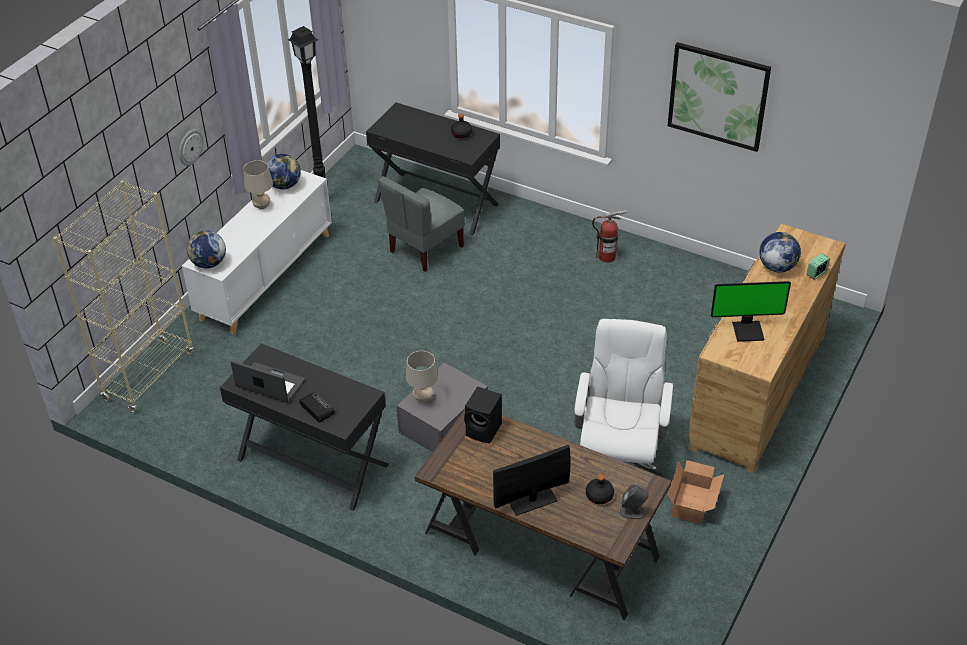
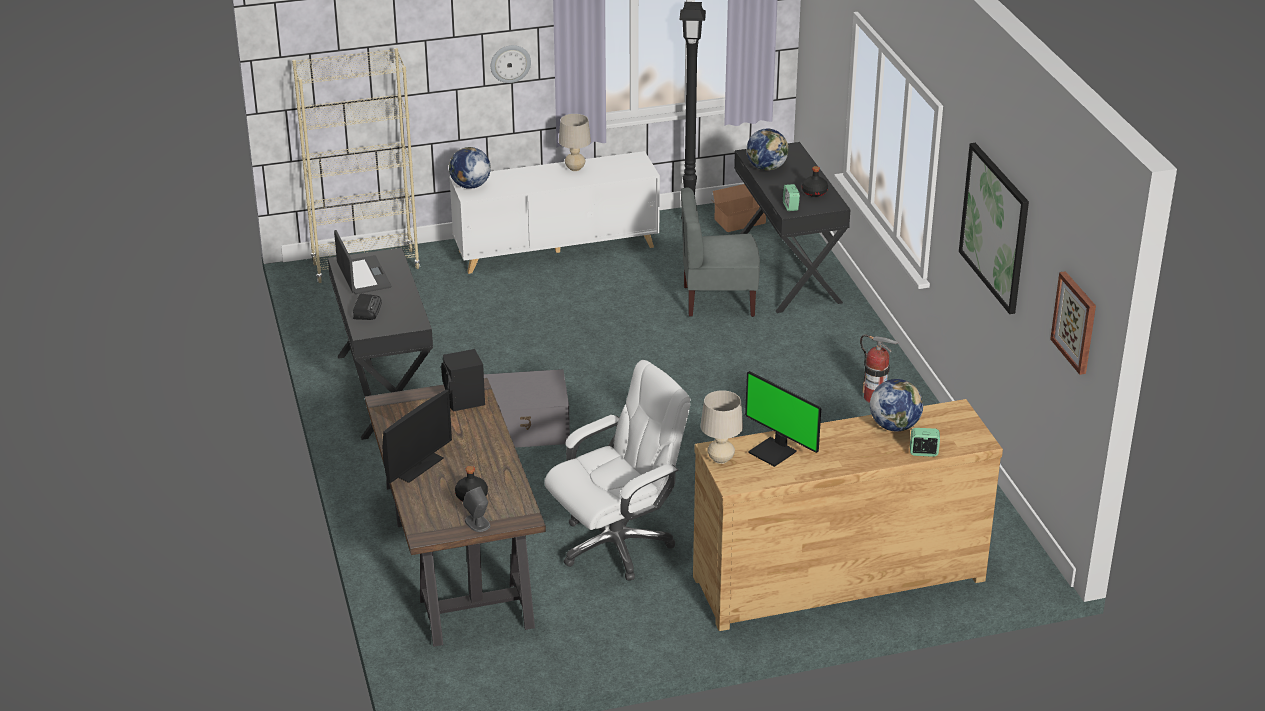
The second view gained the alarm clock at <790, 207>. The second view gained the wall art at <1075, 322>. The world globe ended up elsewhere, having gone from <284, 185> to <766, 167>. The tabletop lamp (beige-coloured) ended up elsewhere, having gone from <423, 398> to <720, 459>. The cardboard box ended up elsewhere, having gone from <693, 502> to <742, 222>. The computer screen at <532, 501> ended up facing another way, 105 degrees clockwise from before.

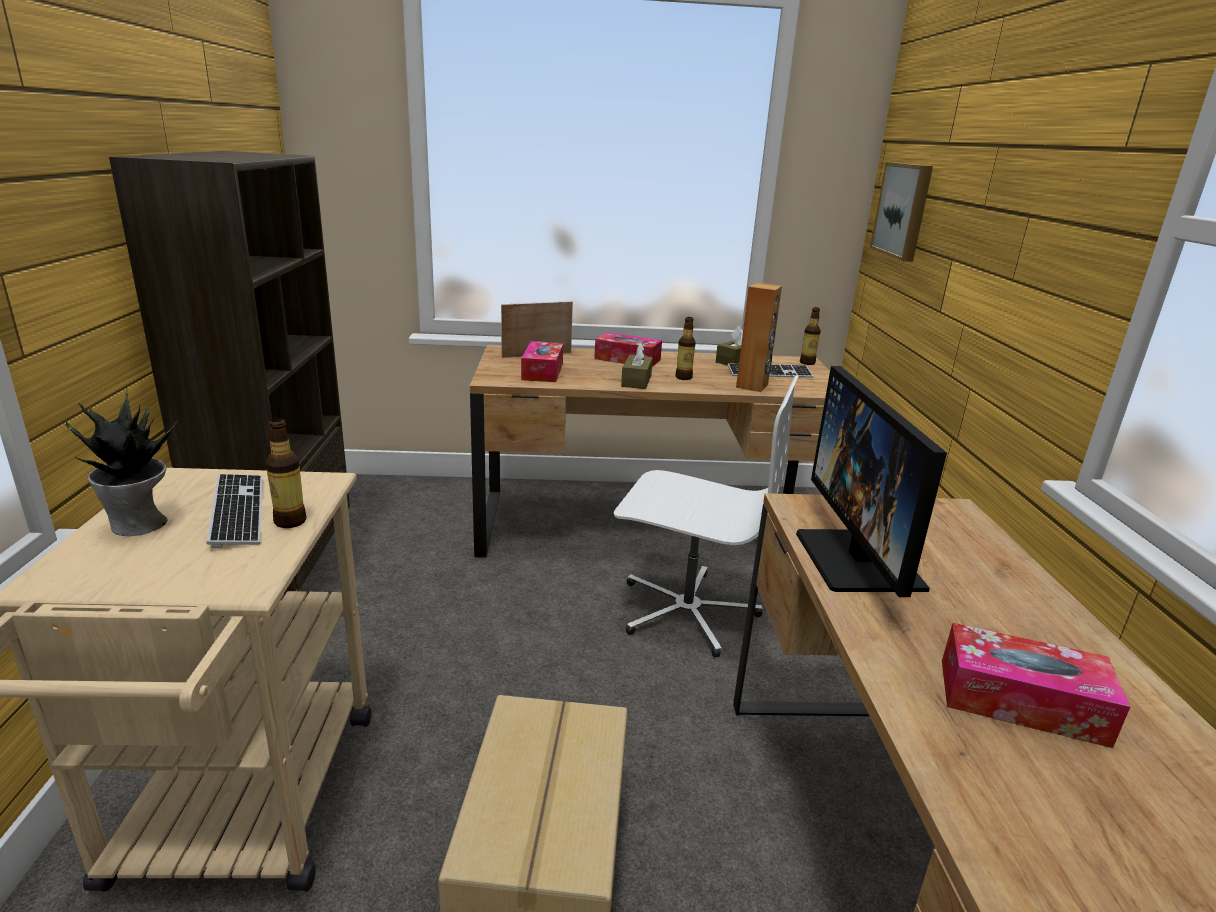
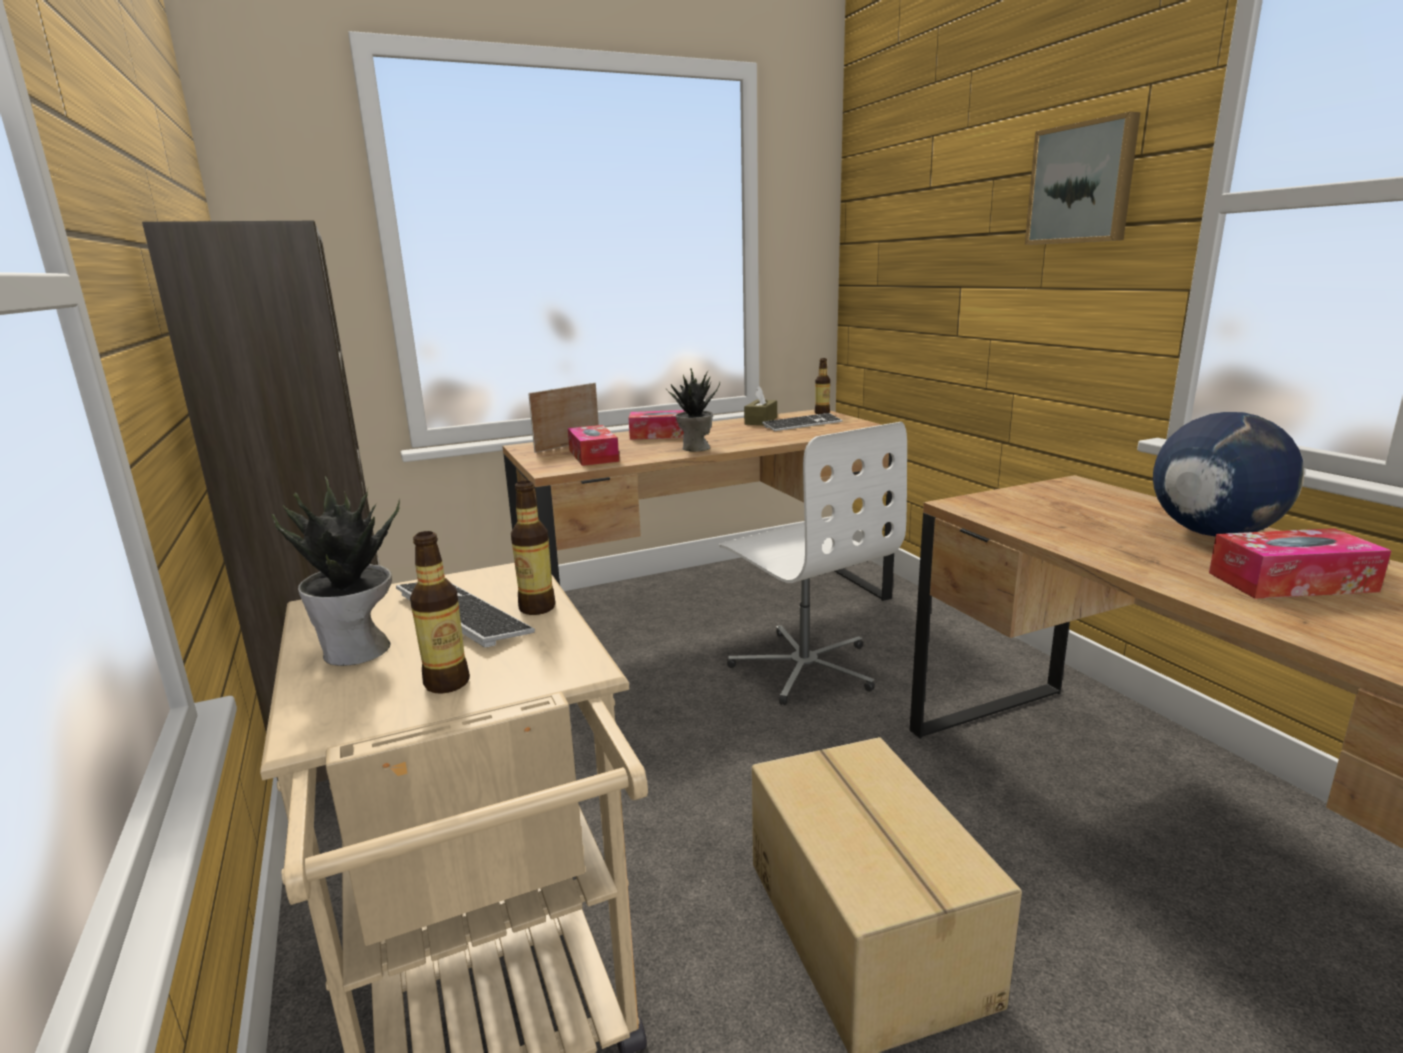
The second view lost the speaker (brownish) at <752, 386>. The second view lost the computer screen at <859, 561>. The second view gained the world globe at <1213, 533>. The drink bottle ended up elsewhere, having gone from <683, 377> to <447, 683>. The wall art ended up elsewhere, having gone from <904, 210> to <1082, 183>. Where the tissue box (brownish) stood at <636, 381>, the potted plant came to stand at <695, 448>. The office chair (white-coloured) at <686, 610> ended up facing another way, 60 degrees clockwise from before.

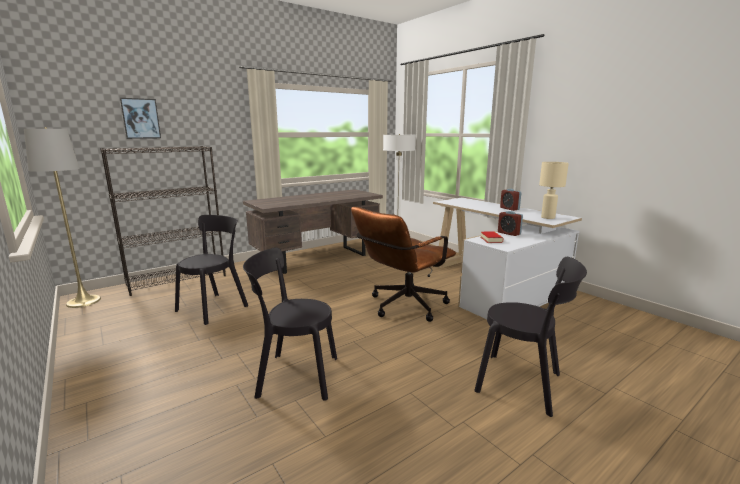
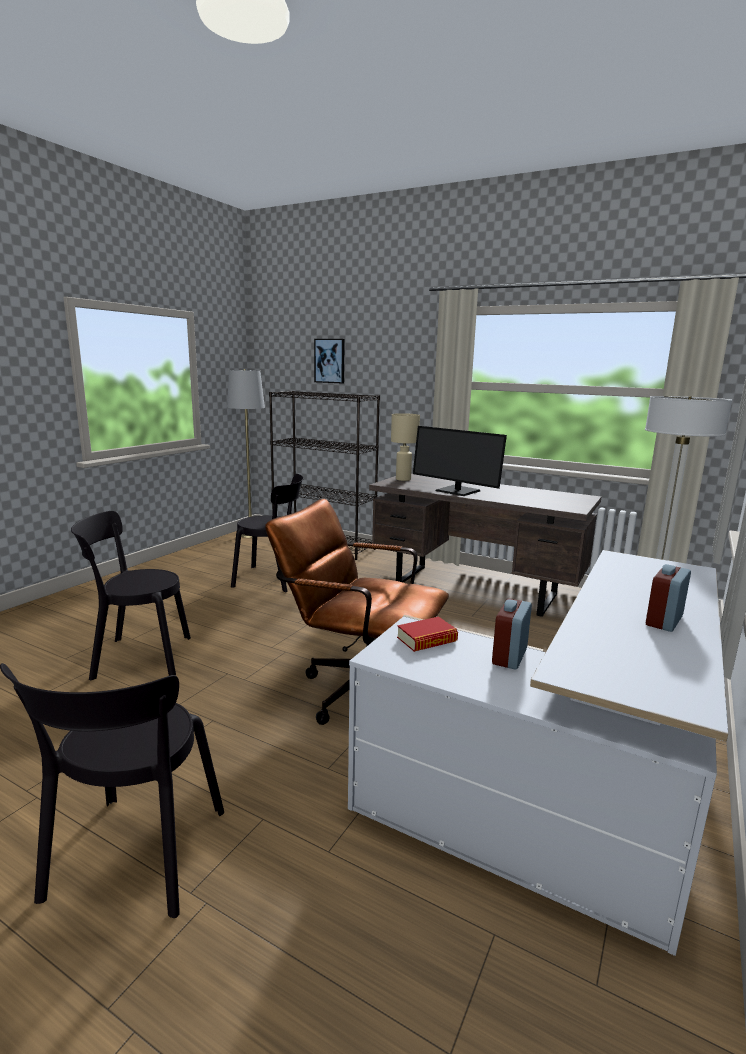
The second view gained the computer screen at <457, 491>. The tabletop lamp (beige-coloured) ended up elsewhere, having gone from <548, 217> to <403, 479>. The plain chair (blackish) at <294, 376> ended up facing another way, 75 degrees counterclockwise from before.

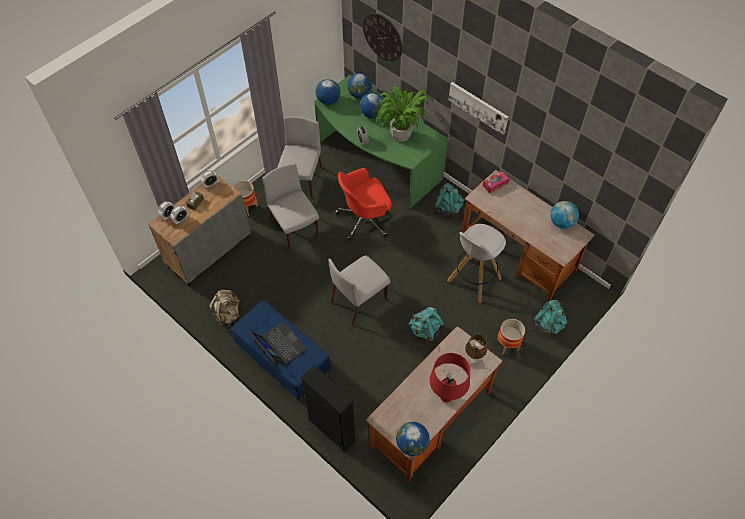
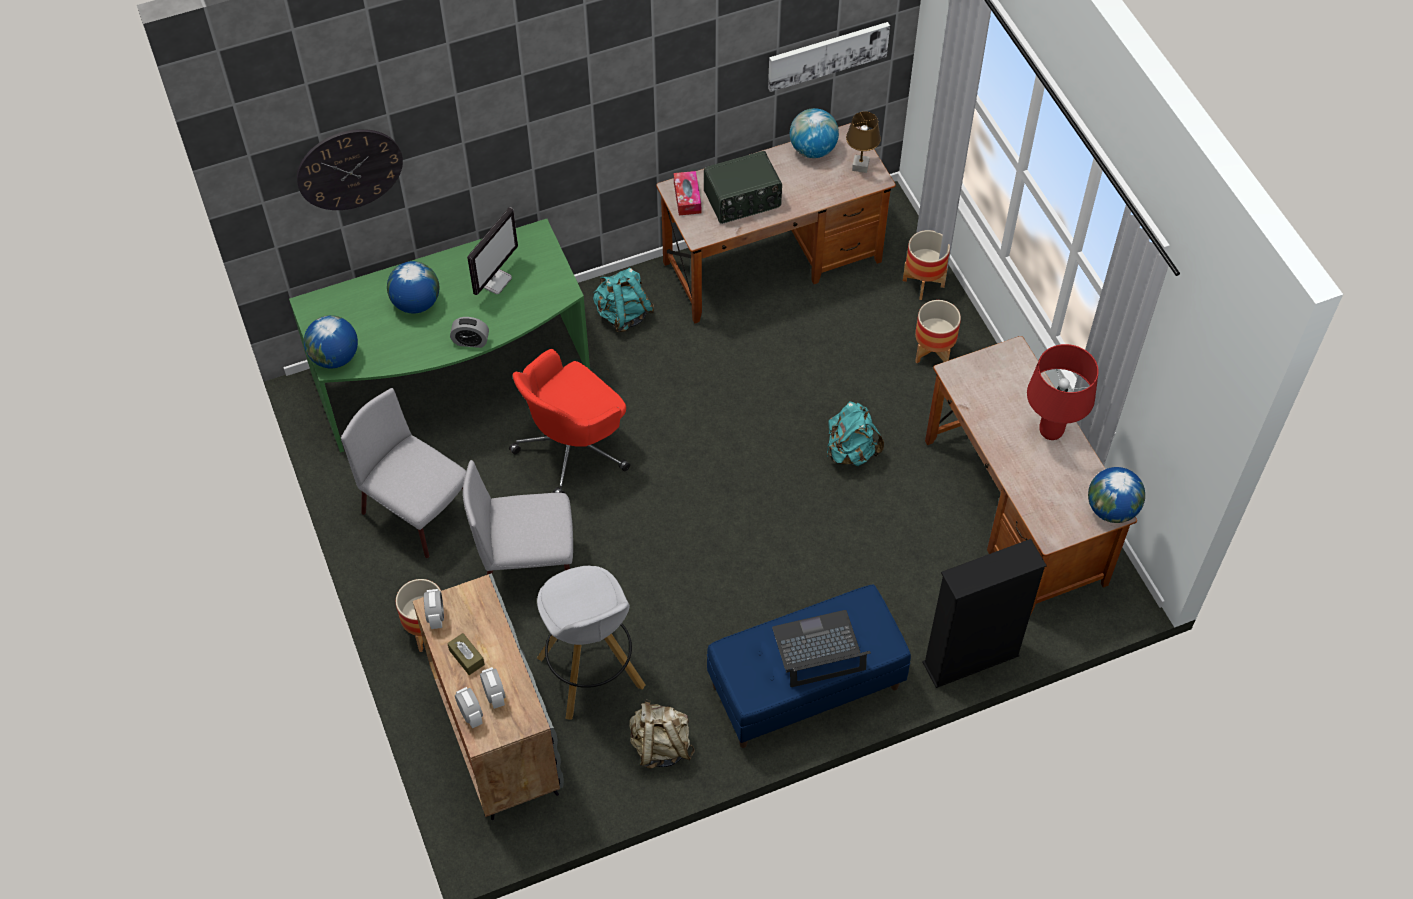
The second view lost the plain chair (greyish) at <359, 300>. The second view lost the world globe at <359, 94>. The second view gained the radio receiver at <742, 200>. The stool seat (white-coloured) ended up elsewhere, having gone from <473, 280> to <592, 674>. The wall art ended up elsewhere, having gone from <478, 107> to <827, 55>. The tabletop lamp (brownish) ended up elsewhere, having gone from <472, 360> to <860, 167>. Where the potted plant stood at <401, 134>, the computer screen came to stand at <494, 280>. Where the knapsack (turquoise-coloured) stood at <548, 324>, the plant pot came to stand at <923, 283>. The office chair (red) at <365, 219> ended up facing another way, 45 degrees clockwise from before.

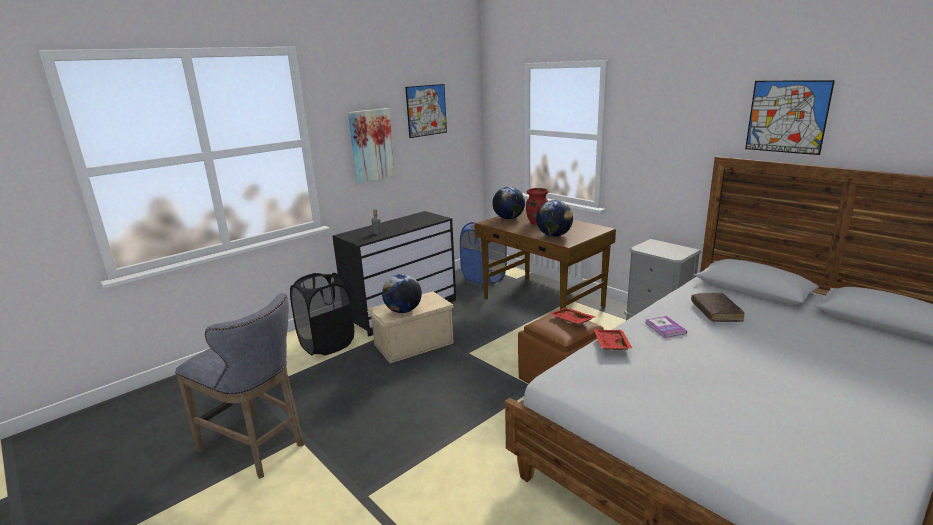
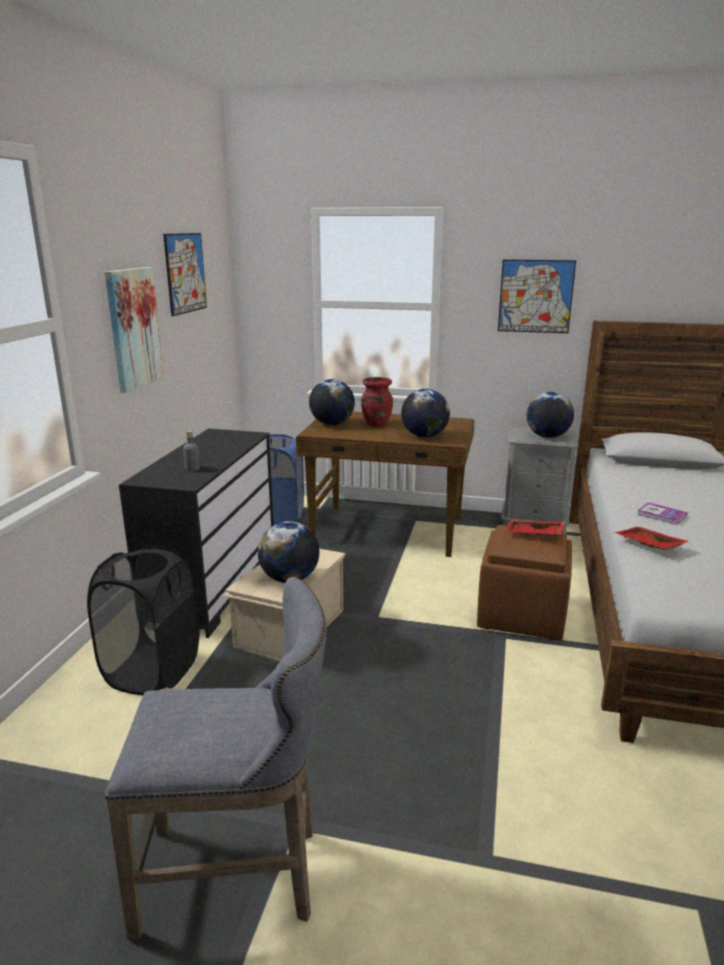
The second view lost the bound book (brownish) at <716, 312>. The second view gained the world globe at <547, 436>. The wall art ended up elsewhere, having gone from <787, 116> to <535, 296>.

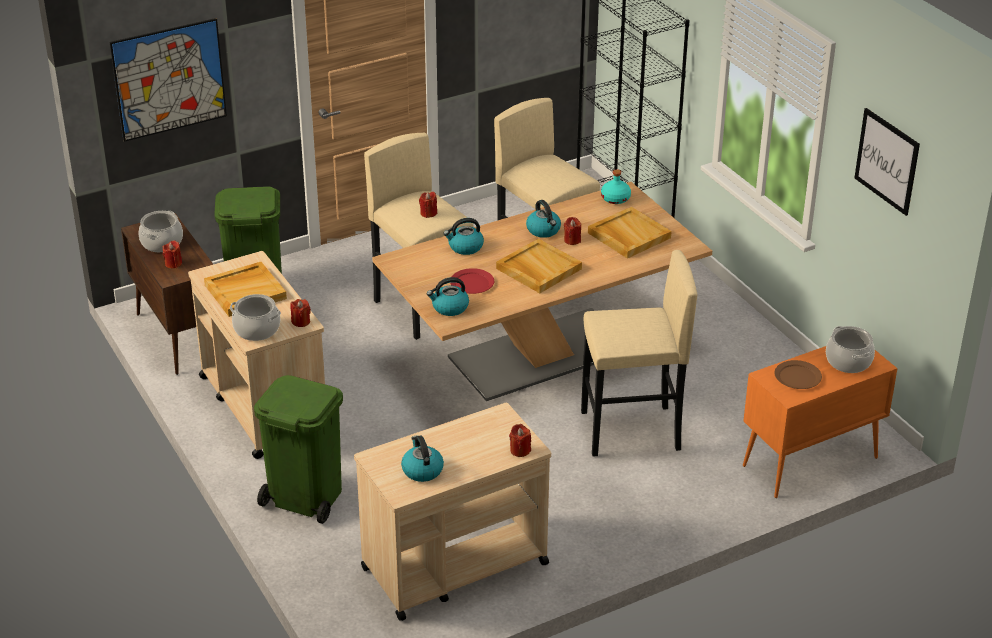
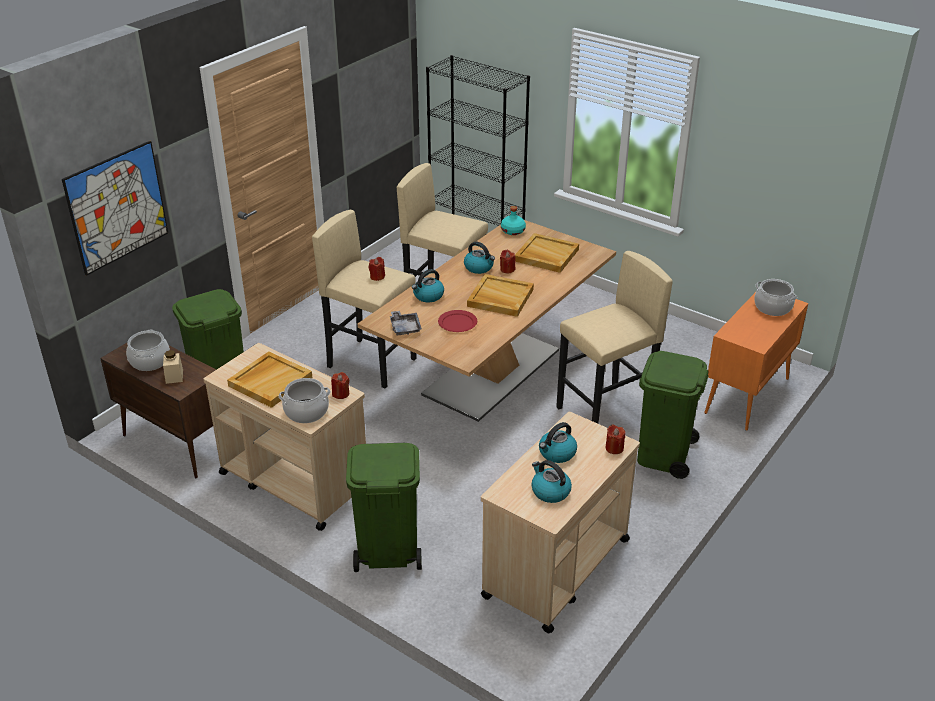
The second view lost the plate (brownish) at <798, 377>. The second view lost the wall art at <887, 161>. The second view gained the carrying tray (greyish) at <405, 327>. The second view gained the rubbish bin (green) at <663, 455>. The tea kettle ended up elsewhere, having gone from <449, 308> to <557, 453>. Where the wax candle (red) stood at <173, 263>, the storage jar (beige-coloured) came to stand at <174, 376>.

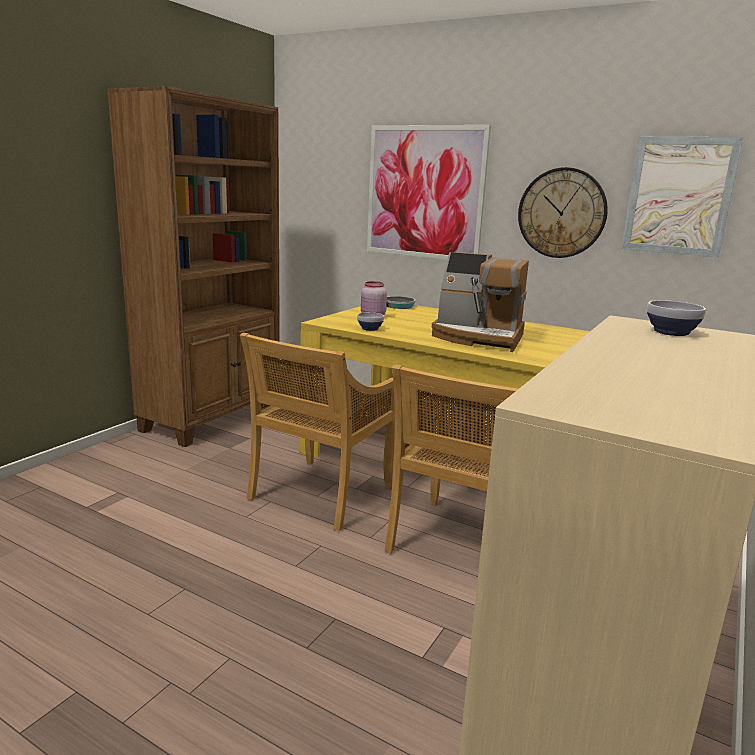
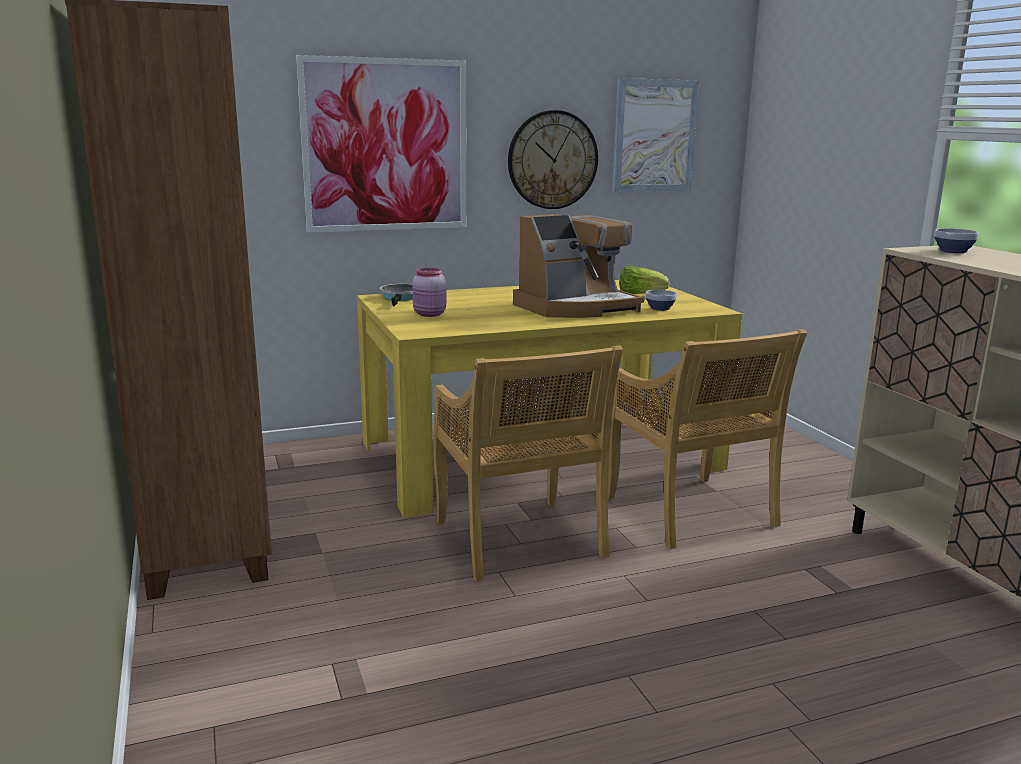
The second view gained the lettuce head at <640, 295>. The deep dish ended up elsewhere, having gone from <370, 329> to <660, 308>.

